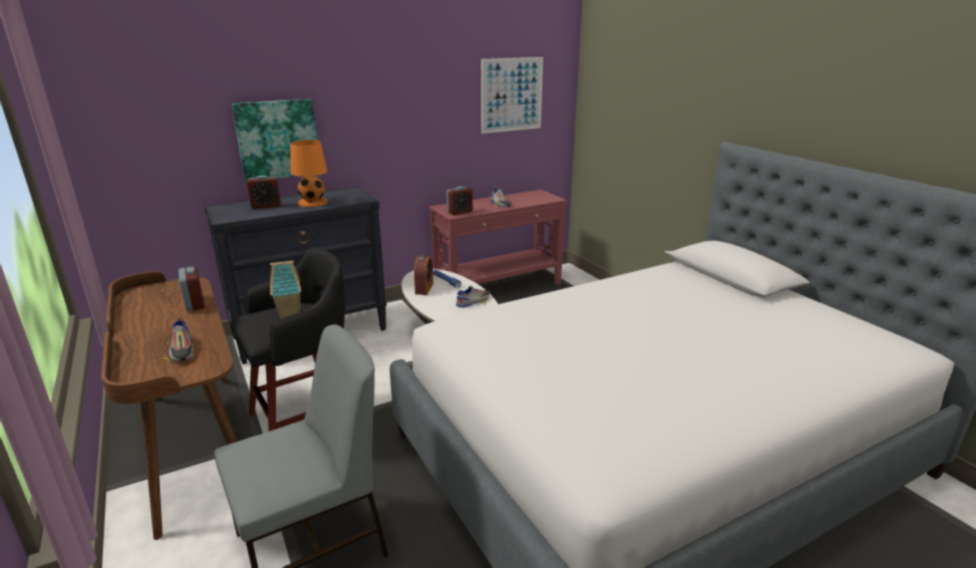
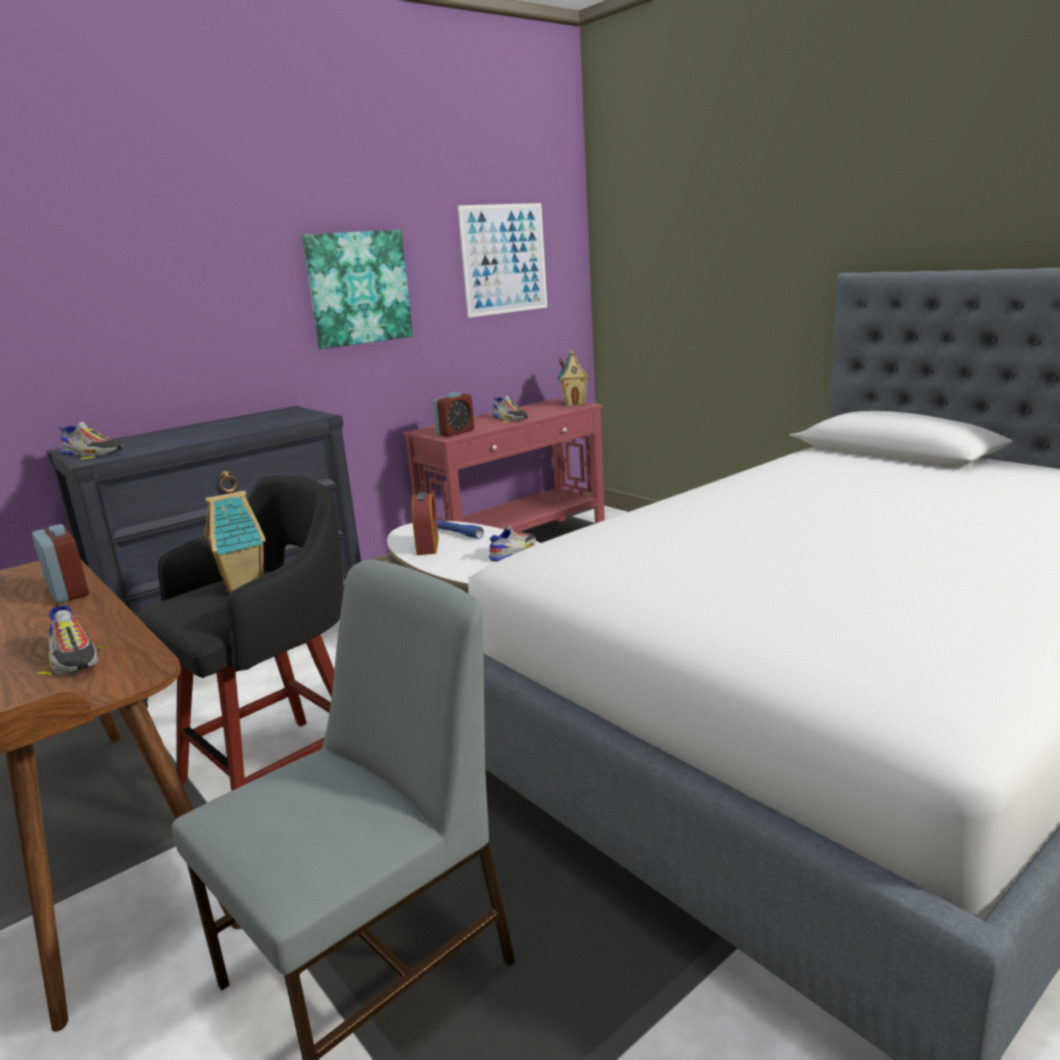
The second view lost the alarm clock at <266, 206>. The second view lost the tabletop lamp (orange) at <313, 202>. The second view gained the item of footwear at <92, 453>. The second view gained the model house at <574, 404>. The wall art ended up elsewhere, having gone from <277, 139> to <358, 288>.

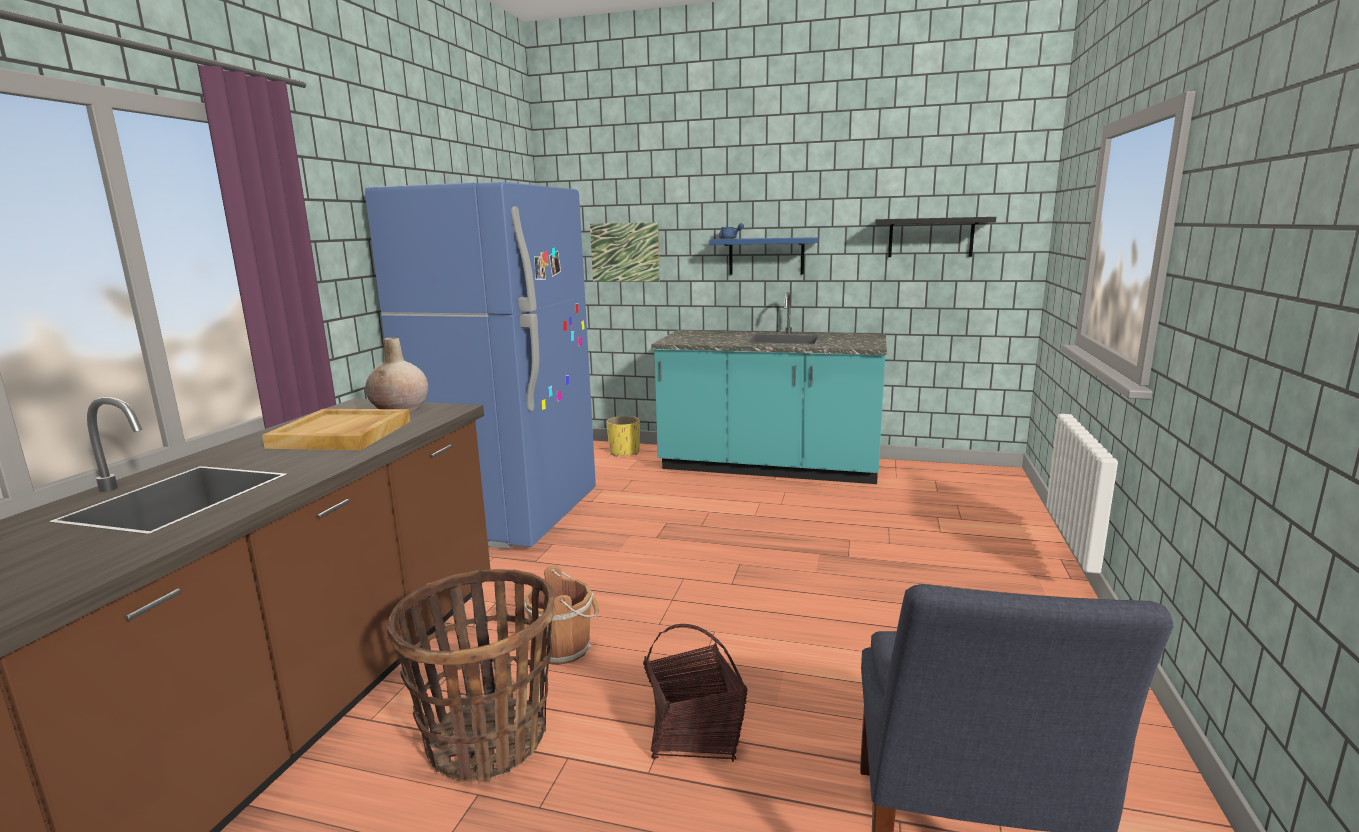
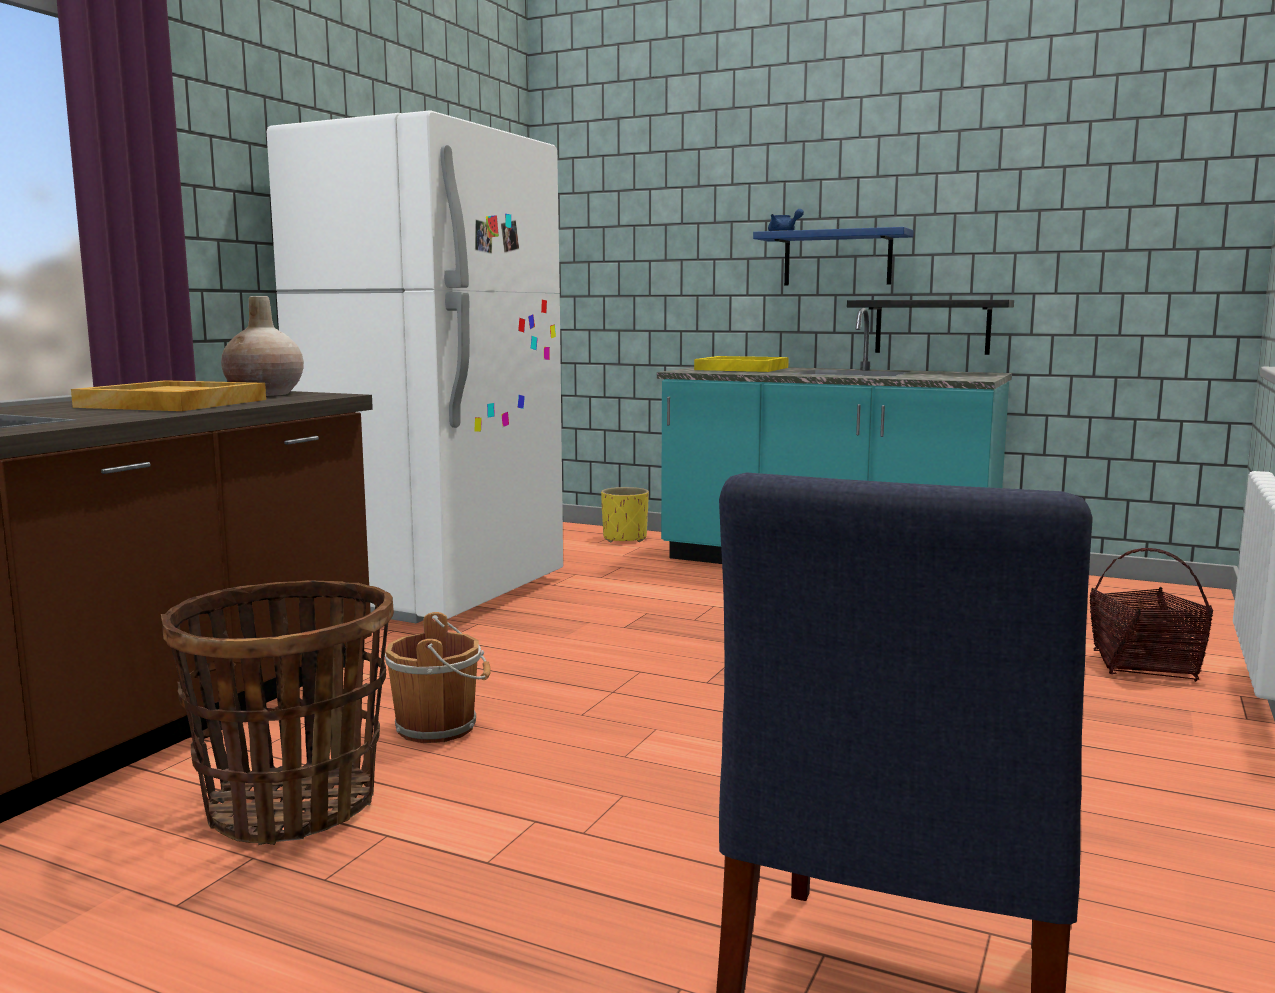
The second view lost the wall art at <625, 252>. The second view gained the carrying tray (yellowish) at <741, 368>. The storage basket ended up elsewhere, having gone from <695, 733> to <1144, 666>. The bracket shelf (blackish) ended up elsewhere, having gone from <930, 237> to <932, 327>. What was the kitchen fridge (blue) at <511, 516> turned into the kitchen fridge (white-coloured) at <437, 592>.

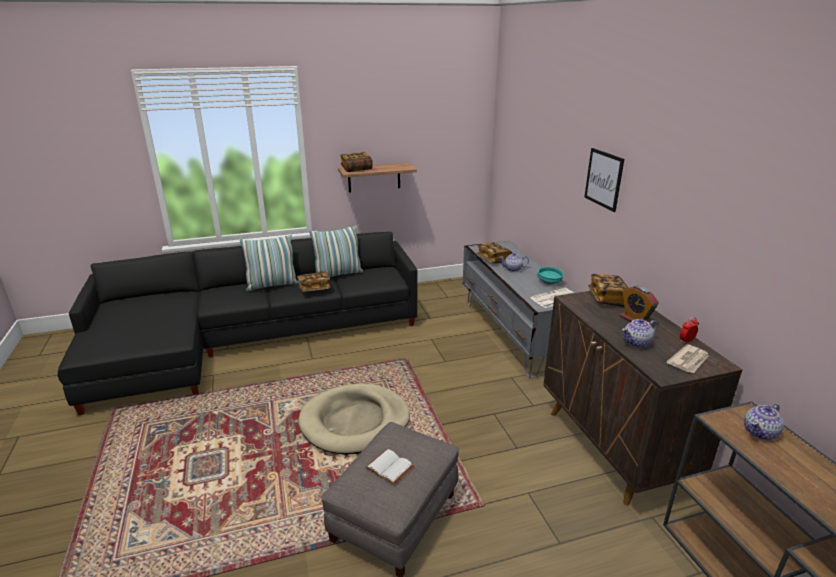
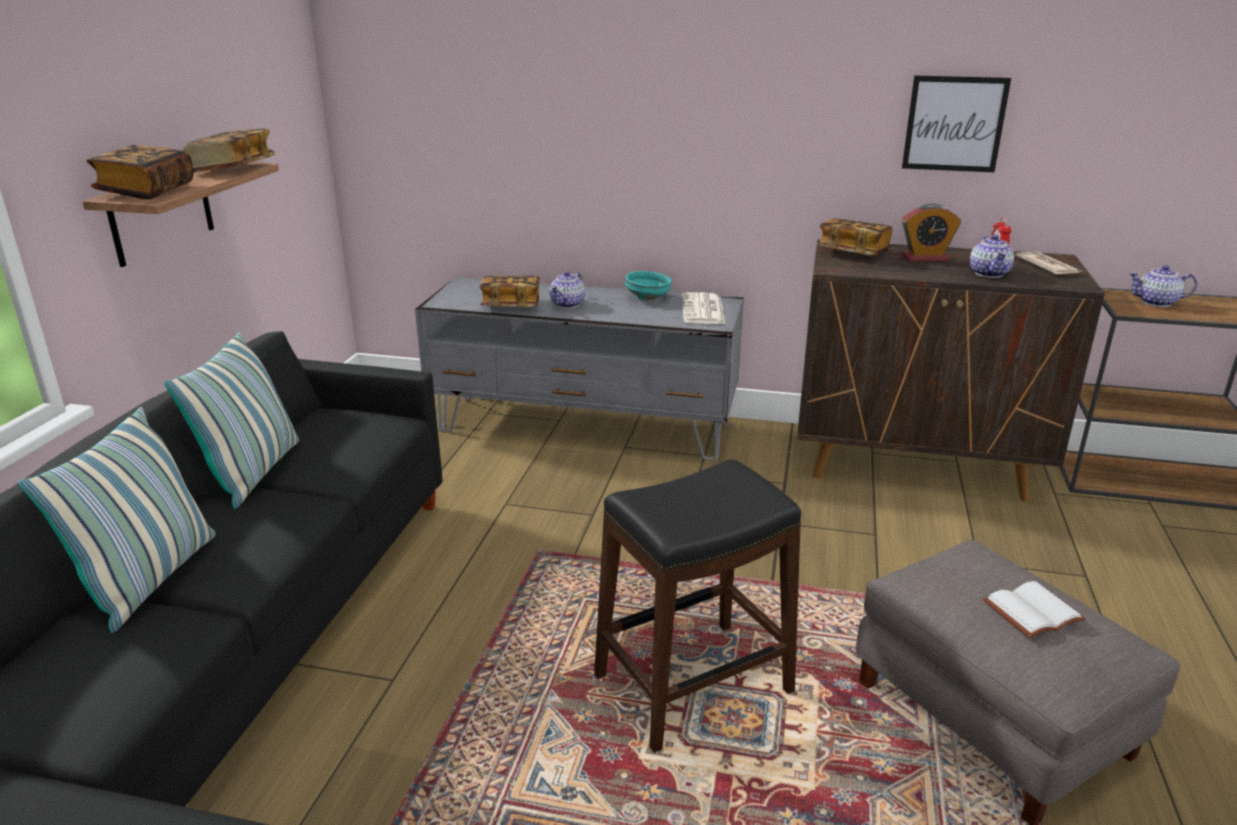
The bound book ended up elsewhere, having gone from <314, 288> to <233, 169>. The wall art ended up elsewhere, having gone from <603, 179> to <954, 124>. Where the dog cushion (beige-coloured) stood at <355, 422>, the stool seat (blackish) came to stand at <692, 684>. The teapot at <760, 432> ended up facing another way, 105 degrees clockwise from before.

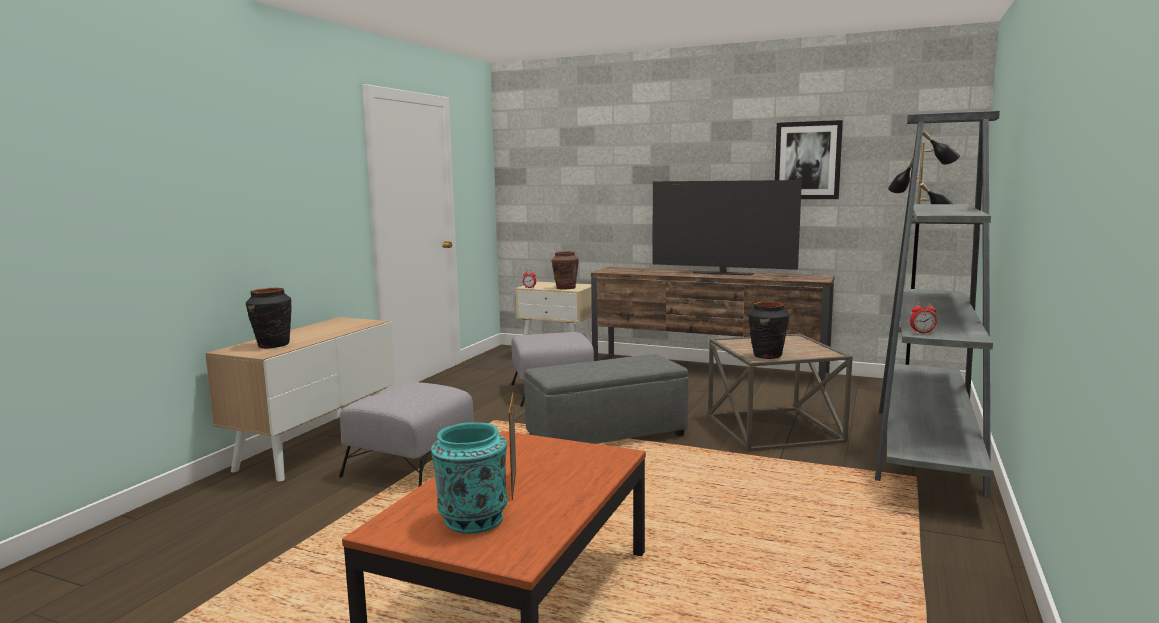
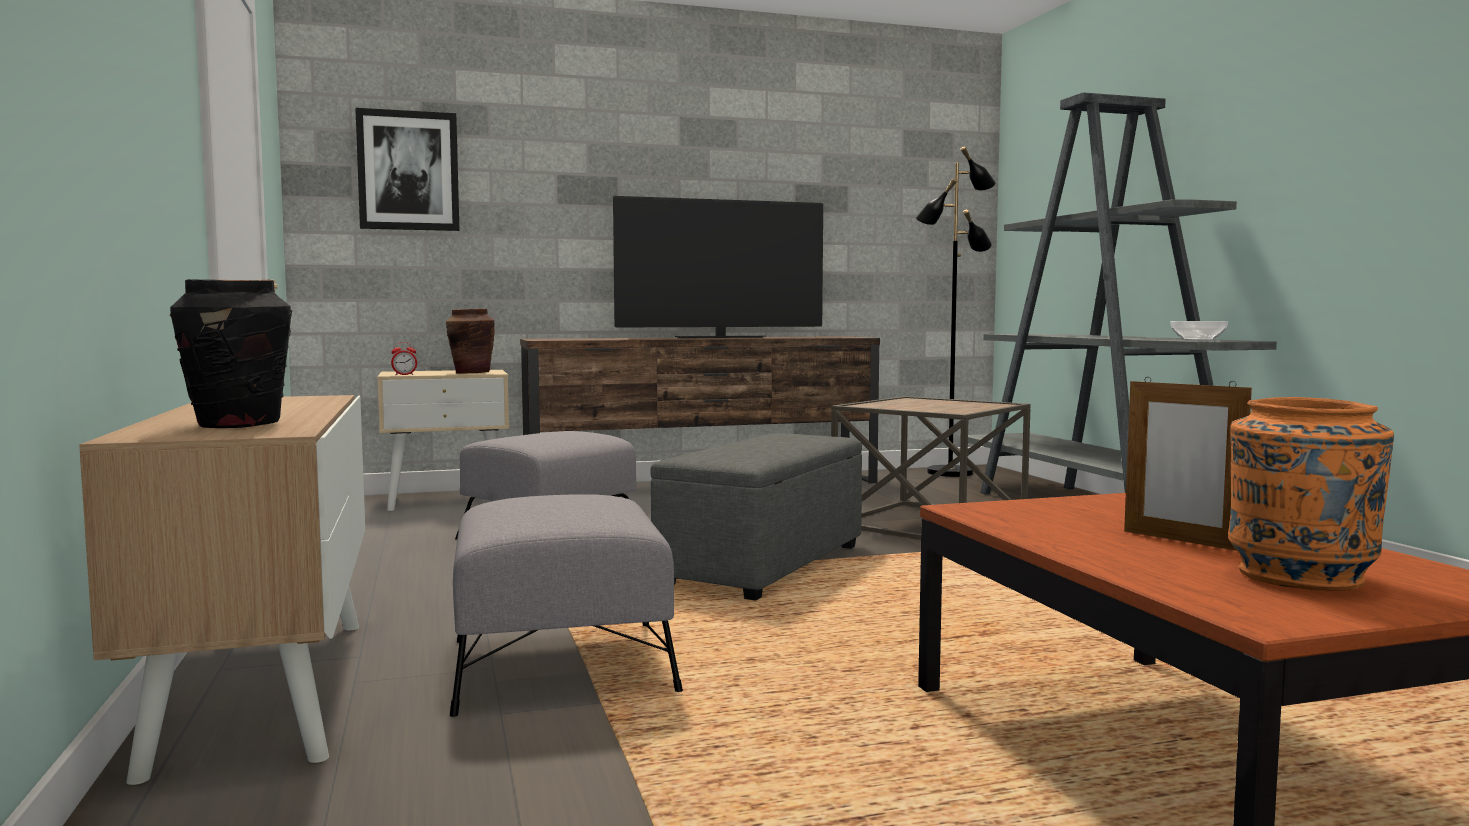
The second view lost the decorative vase (blackish) at <767, 356>. The wall art ended up elsewhere, having gone from <807, 160> to <408, 171>. Where the alarm clock stood at <922, 332>, the deep dish came to stand at <1197, 340>. What was the decorative vase (turquoise-coloured) at <472, 520> turned into the decorative vase (orange) at <1301, 577>.

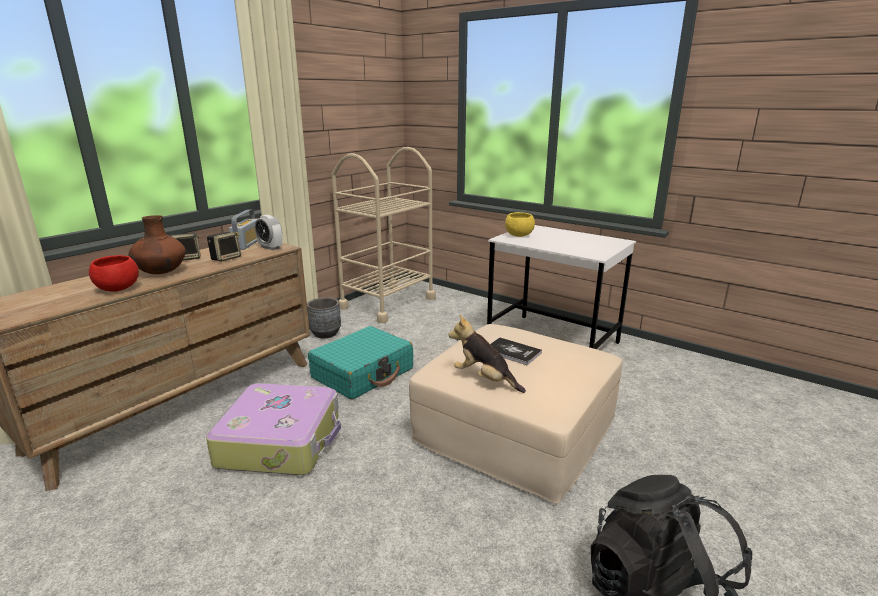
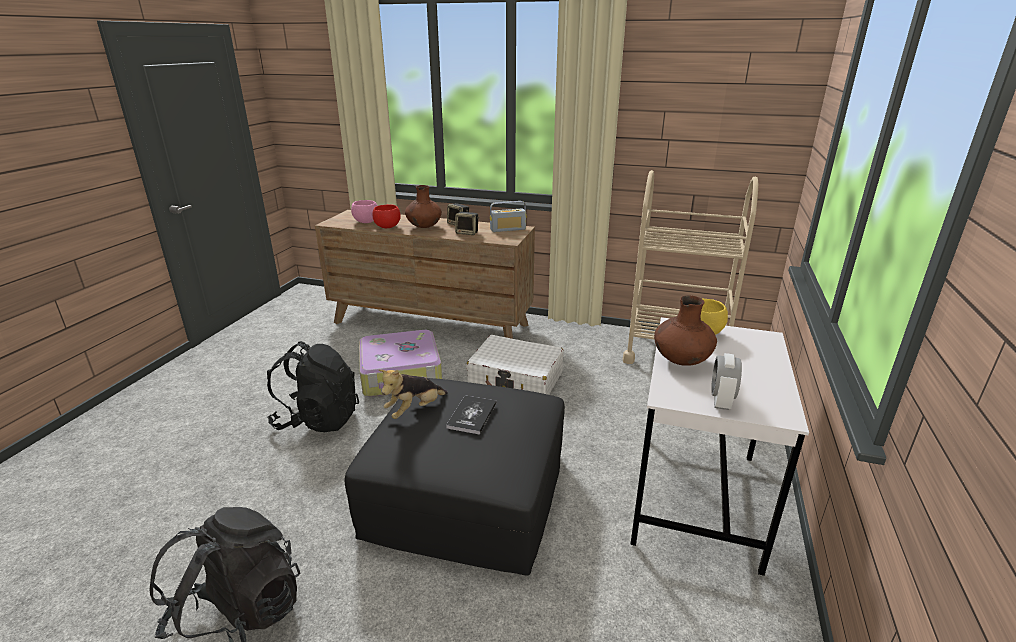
The second view lost the plant pot (greyish) at <325, 333>. The second view gained the knapsack (blackish) at <318, 419>. The second view gained the deep dish (pink-coloured) at <366, 222>. The second view gained the decorative vase (brownish) at <681, 360>. The alarm clock ended up elsewhere, having gone from <270, 247> to <721, 401>. What was the travel case (turquoise-coloured) at <363, 373> turned into the travel case (white-coloured) at <516, 380>. What was the footrest (beige-coloured) at <516, 429> turned into the footrest (blackish) at <468, 494>. The cuddly toy at <484, 379> ended up facing another way, 150 degrees counterclockwise from before.

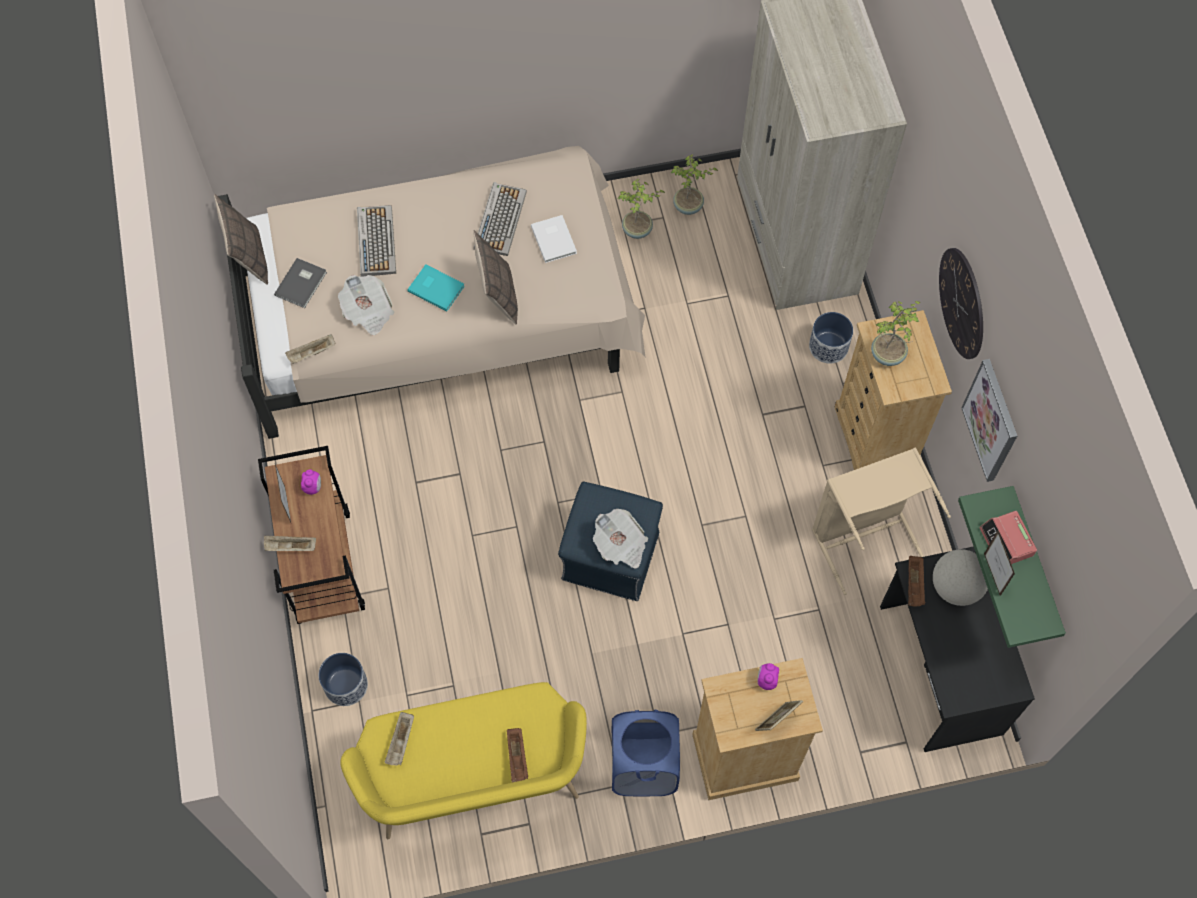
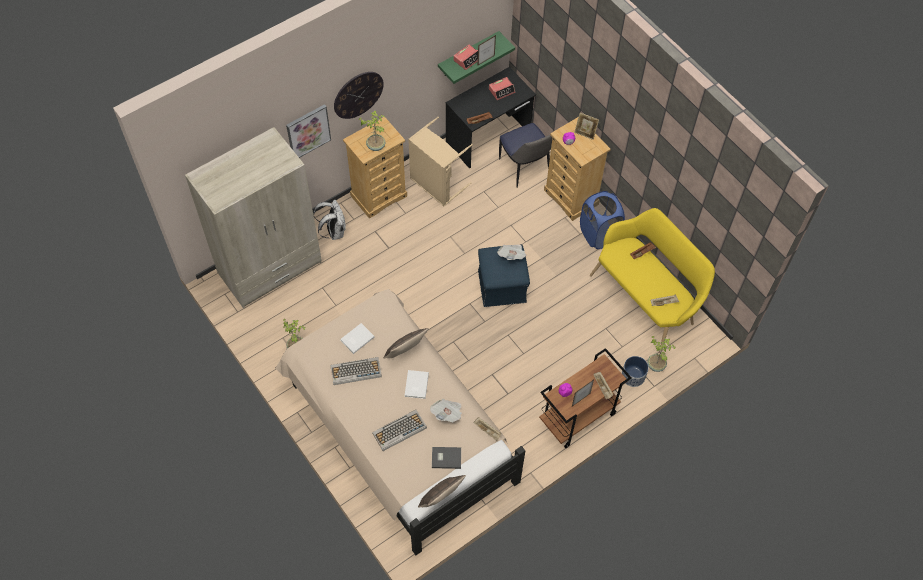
The second view lost the world globe at <955, 587>. The second view gained the alarm clock at <501, 90>. The second view gained the plain chair at <524, 168>. The potted plant ended up elsewhere, having gone from <688, 207> to <656, 365>. The wall art ended up elsewhere, having gone from <991, 420> to <308, 131>. Where the plant pot stood at <828, 346>, the knapsack (white-coloured) came to stand at <334, 231>. What was the bound book (turquoise-coloured) at <436, 287> turned into the bound book (white-coloured) at <415, 385>.

